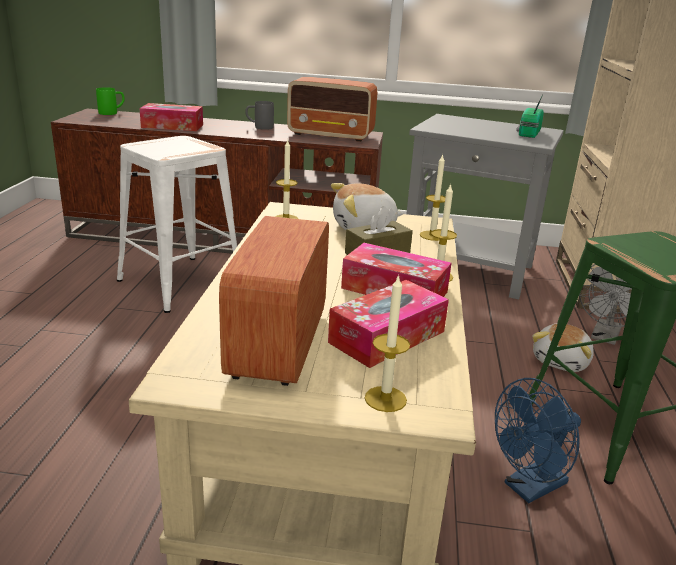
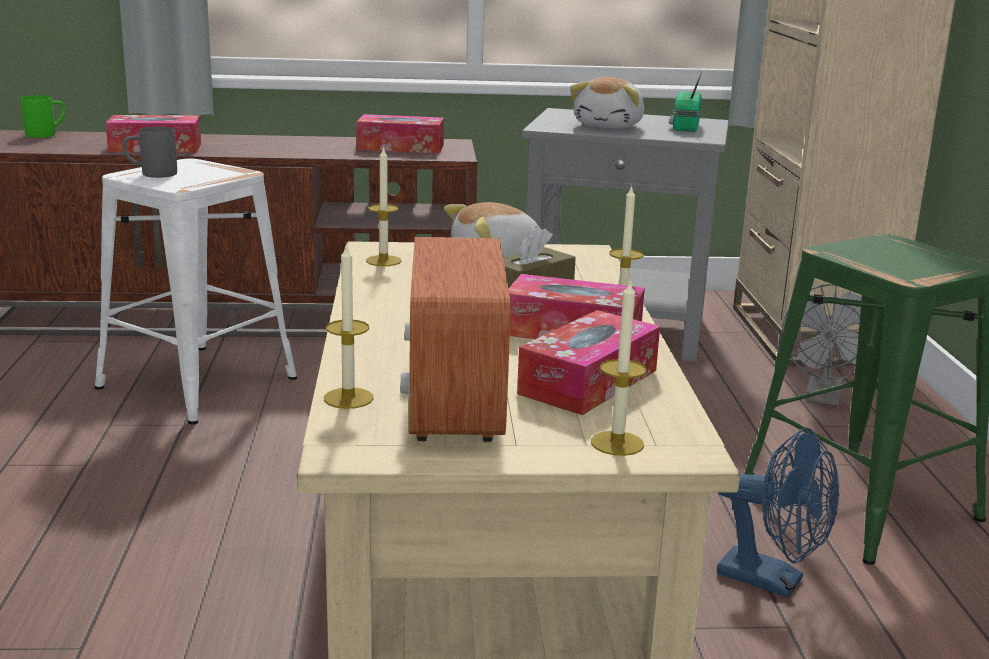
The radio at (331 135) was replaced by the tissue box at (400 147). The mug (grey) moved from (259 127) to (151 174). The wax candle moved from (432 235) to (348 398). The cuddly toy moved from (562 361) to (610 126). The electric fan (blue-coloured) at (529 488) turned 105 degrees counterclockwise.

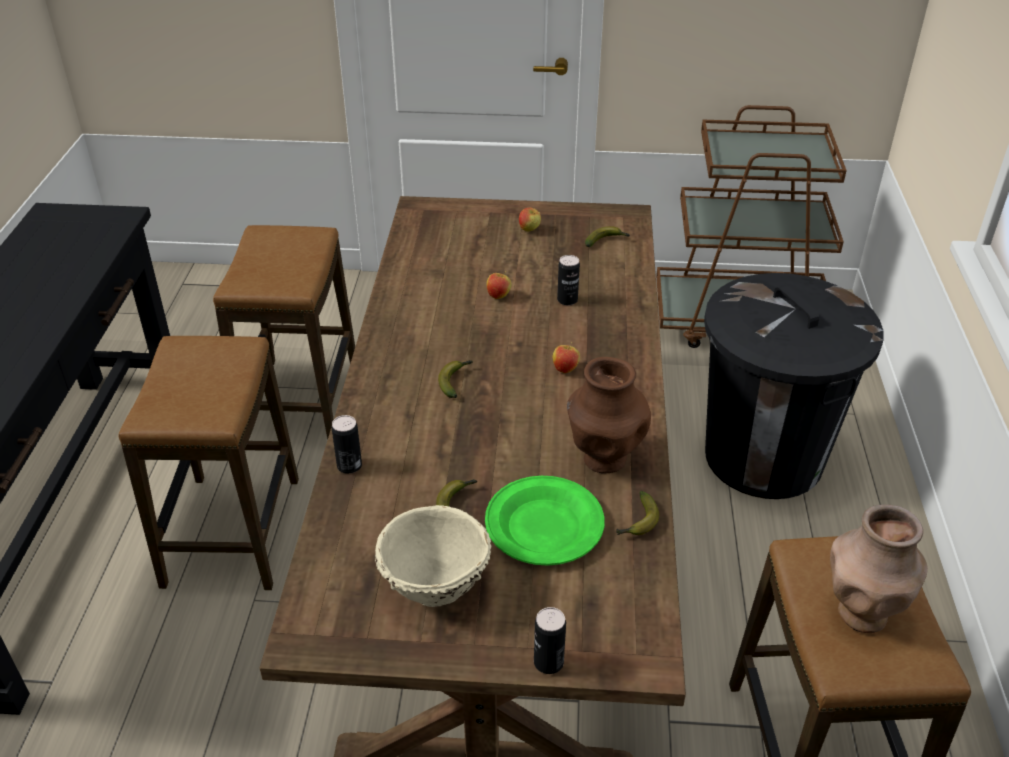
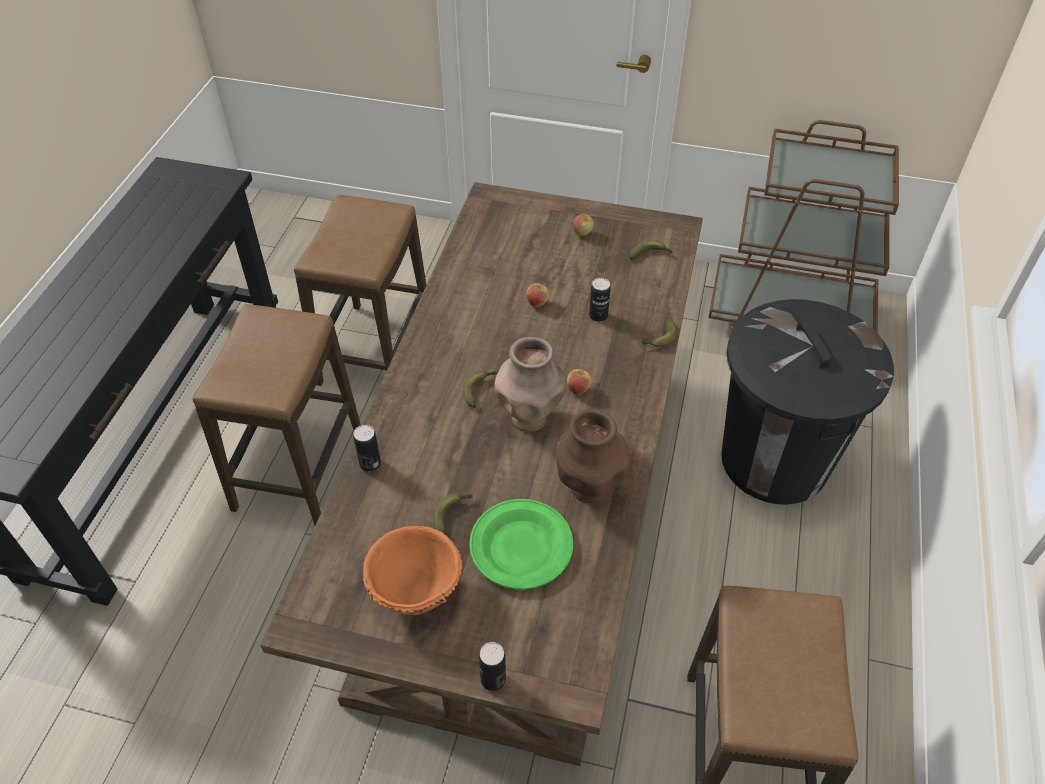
The whole banana moved from (637 522) to (660 338). The vase (brown) moved from (862 612) to (529 417). The serving bowl (beige) at (434 586) became the serving bowl (orangey) at (415 592).

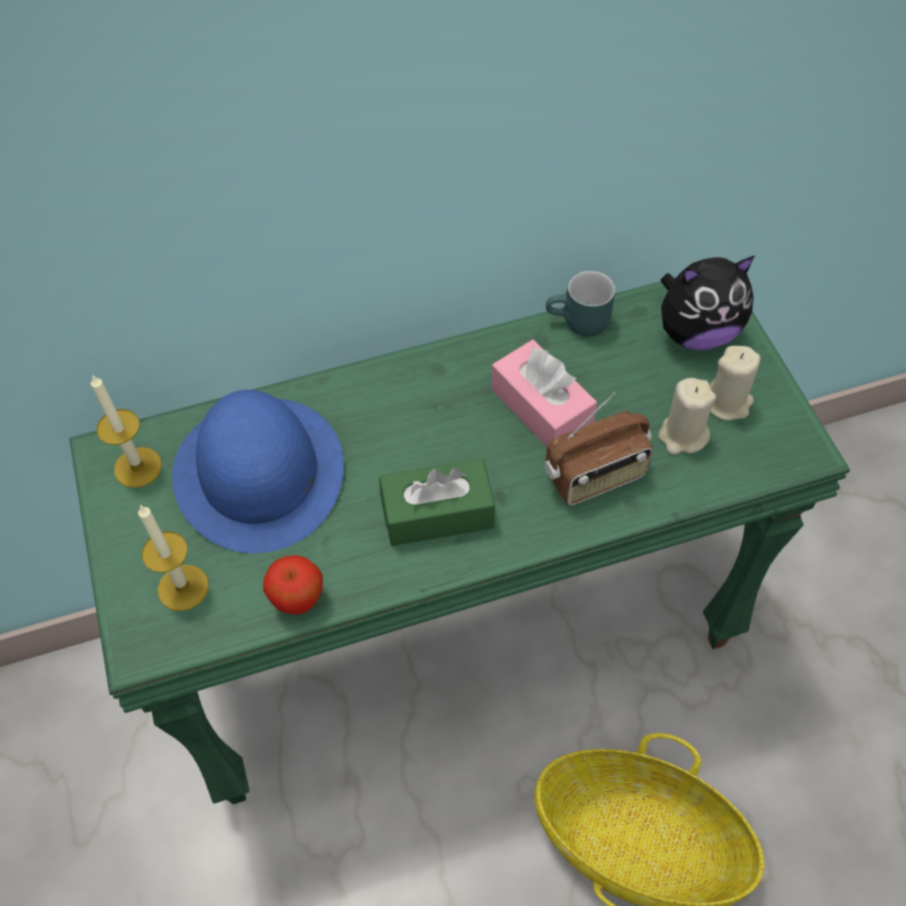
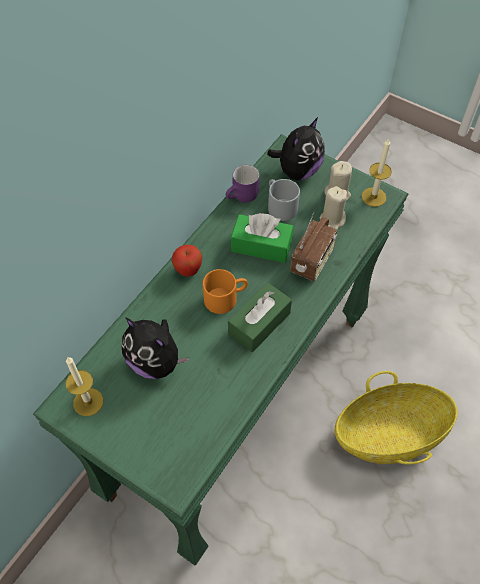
The mug (blue-green) at (579 324) became the mug (purple-coloured) at (243 197). The tissue box (pink) at (541 408) became the tissue box (green-coloured) at (261 246). The hat (blue-coloured) at (260 472) was replaced by the cuddly toy at (156 362). The wax candle moved from (183 587) to (373 197). The apple fruit moved from (298 600) to (188 271). The mug (grey) at (279 206) appeared. The mug (orangey) at (225 297) appeared.

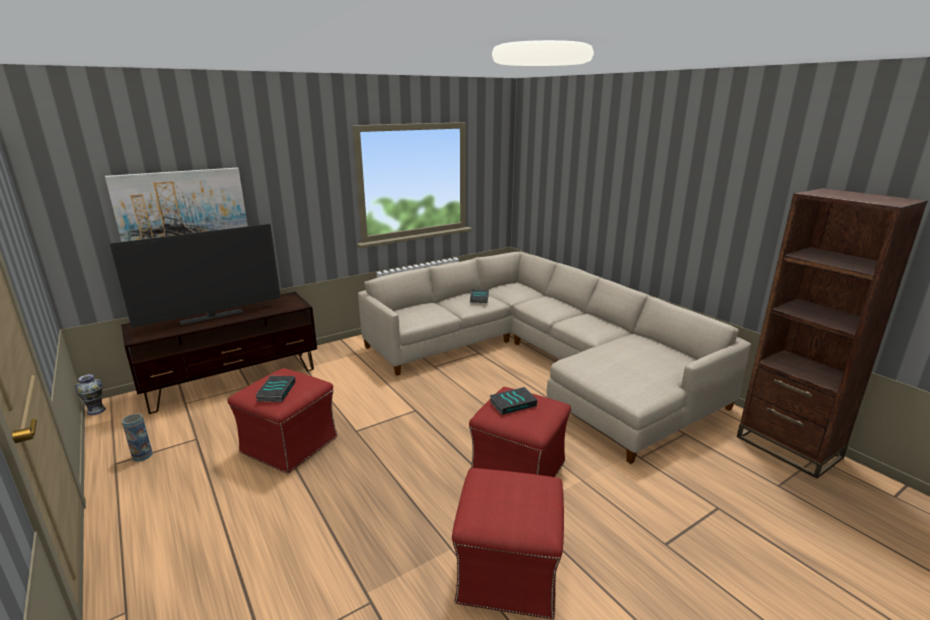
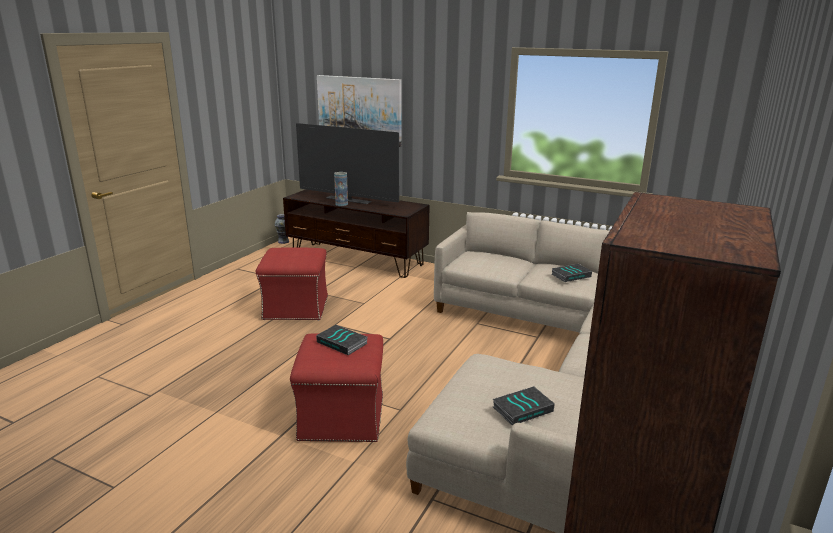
The bound book moved from (276 391) to (522 408). The vase moved from (142 455) to (341 204). The footrest (red) at (507 572) disappeared.

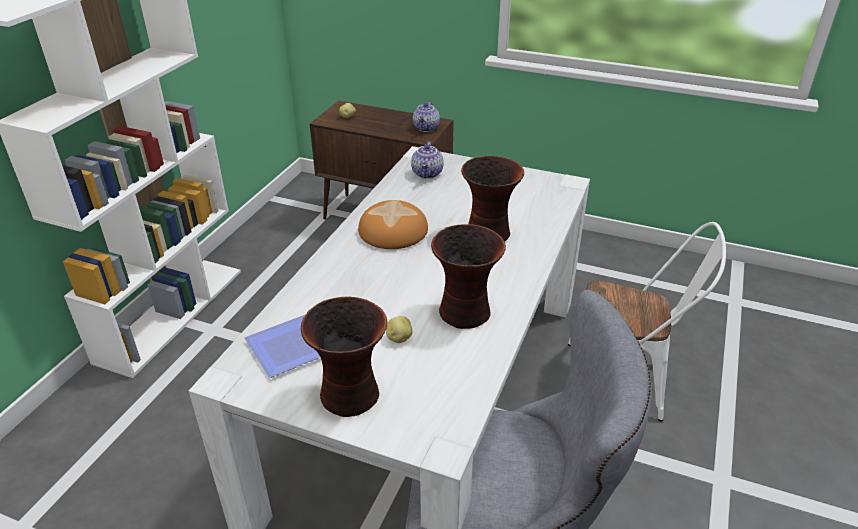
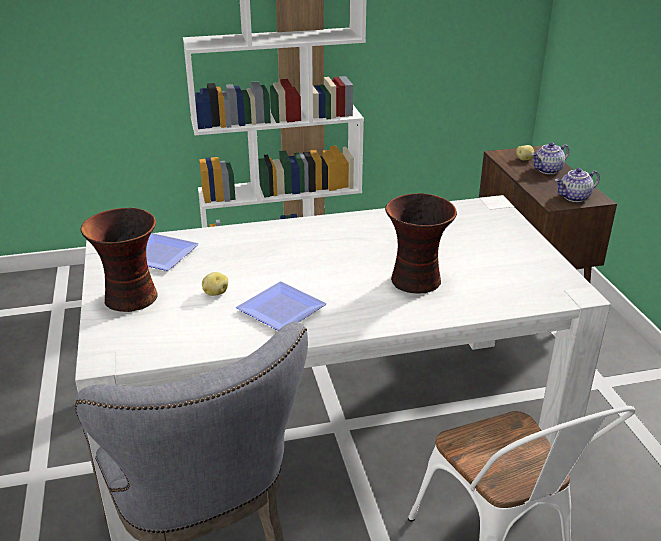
The pot for tea moved from (428 174) to (548 170). The baked bread at (393 231) disappeared. The vase at (466 313) was replaced by the flat dish at (281 311).

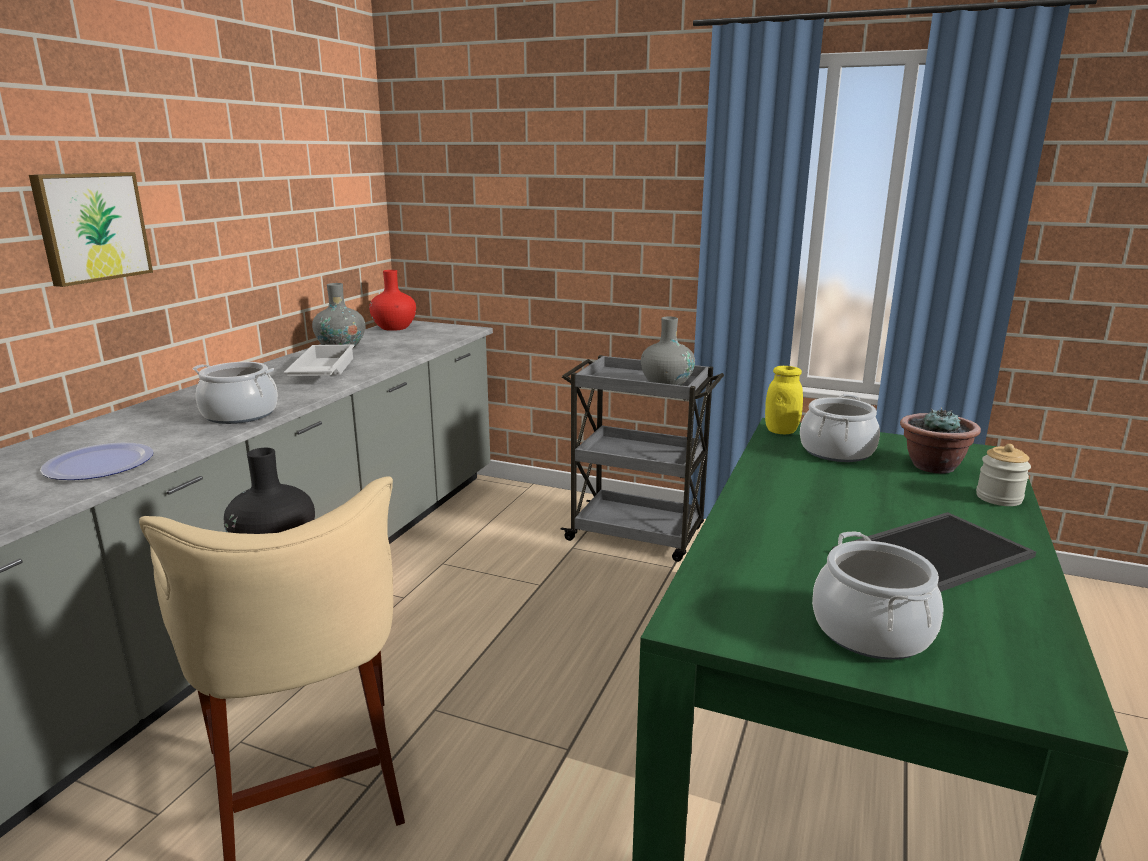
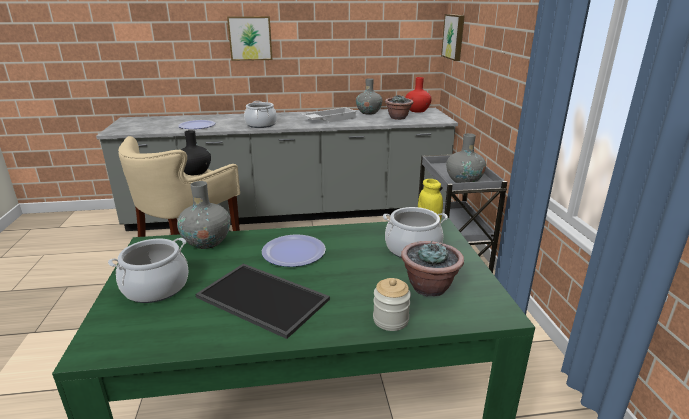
The picture at (454 37) appeared. The potted plant at (398 118) appeared. The vase (grey) at (207 242) appeared. The flat dish at (294 252) appeared.

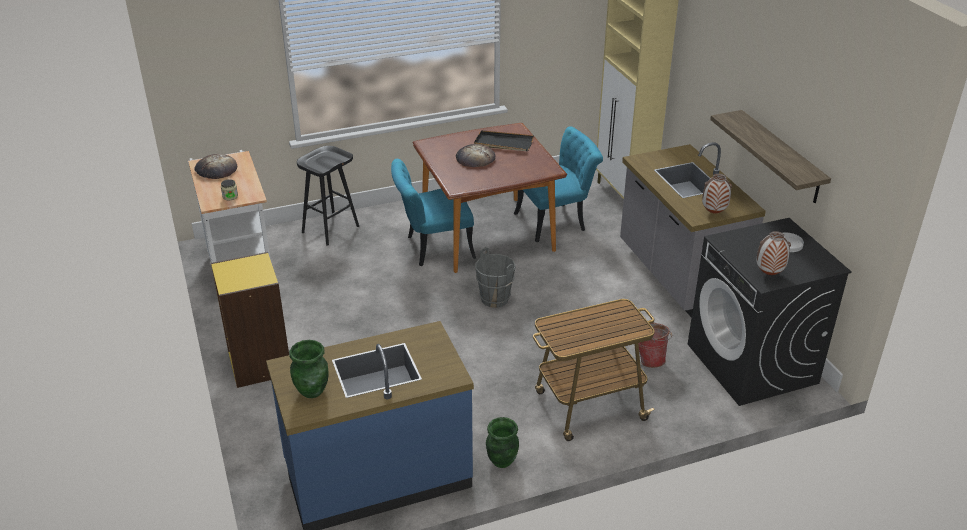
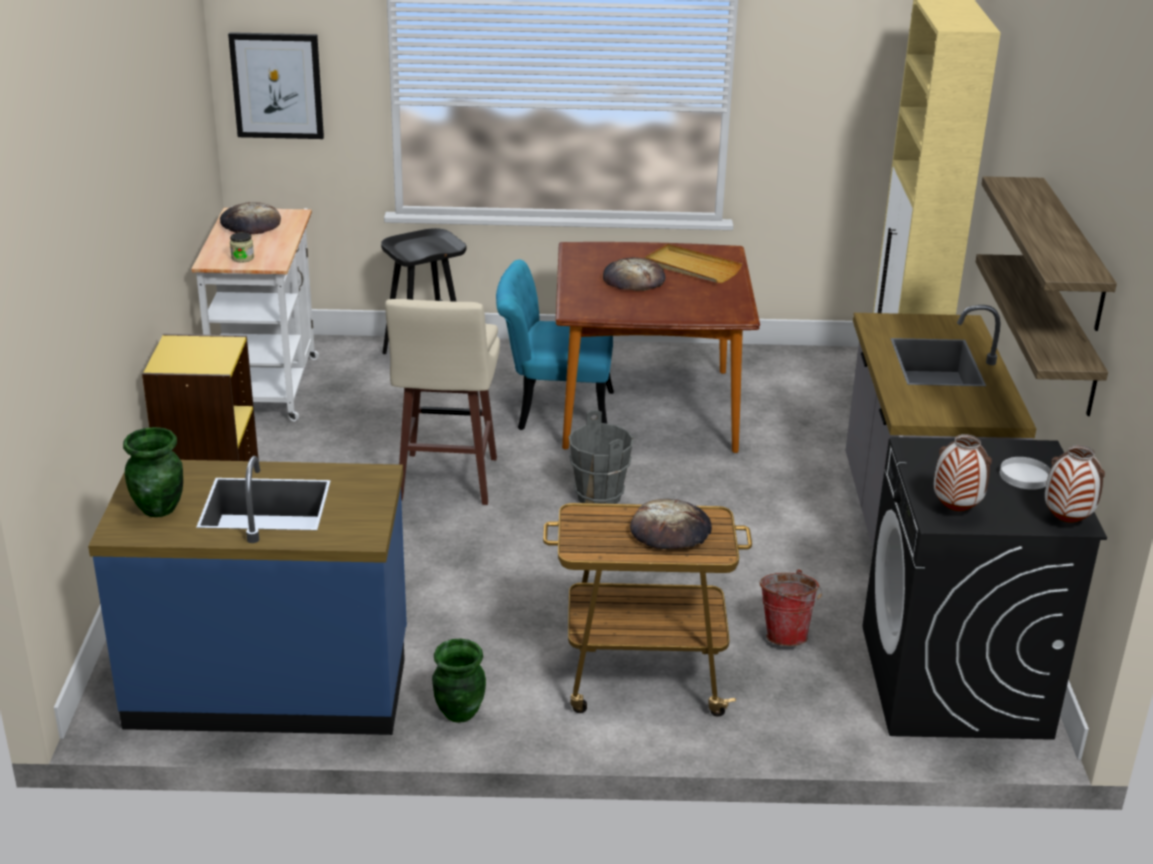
The chair (blue-green) at (557 221) disappeared. The tray (blackish) at (503 143) became the tray (beige) at (691 267). The vase moved from (714 213) to (1067 521). The picture at (277 85) appeared. The shelf at (1072 254) appeared. The stool (beige) at (446 481) appeared. The baked bread at (671 530) appeared.

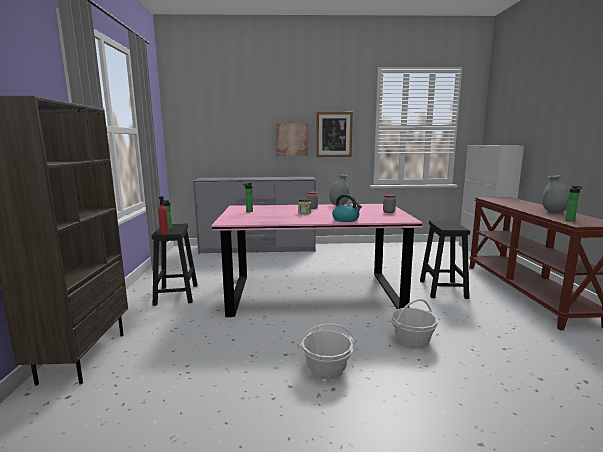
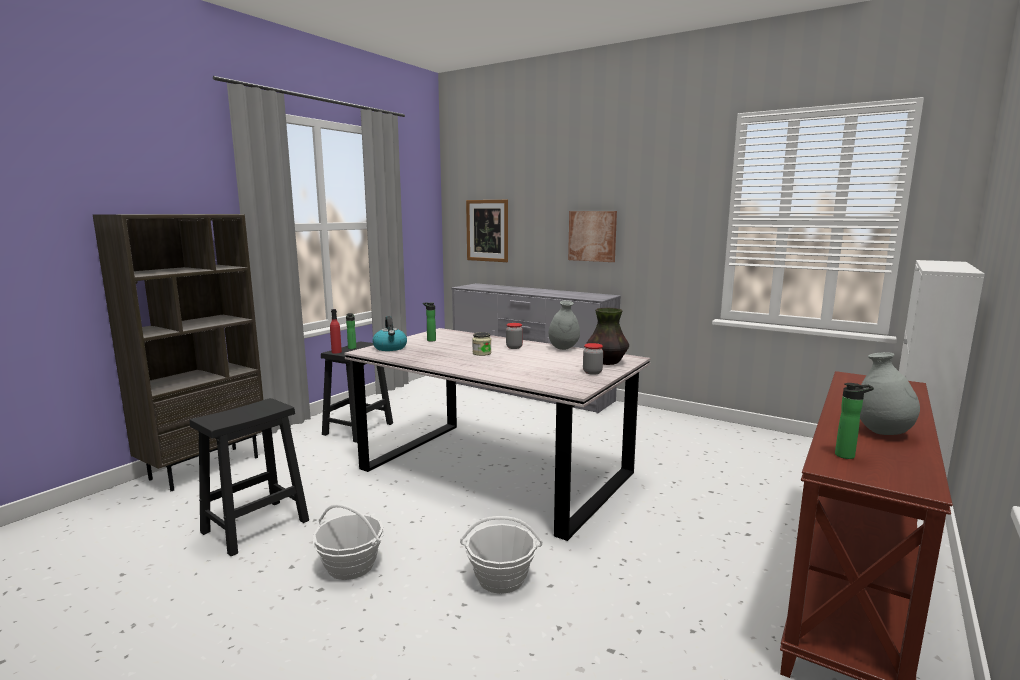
The picture moved from (334 134) to (487 230). The water kettle moved from (346 220) to (390 348). The kitchen table (pink) at (313 292) became the kitchen table (grey) at (496 470). The stool (blackish) moved from (443 289) to (254 527). The vase at (606 362) appeared.

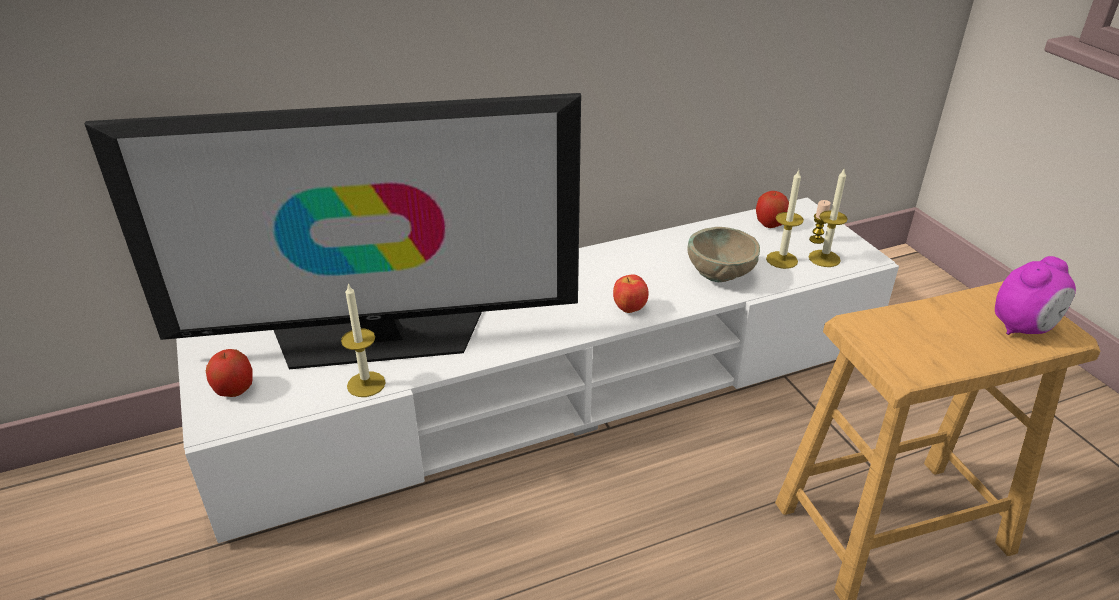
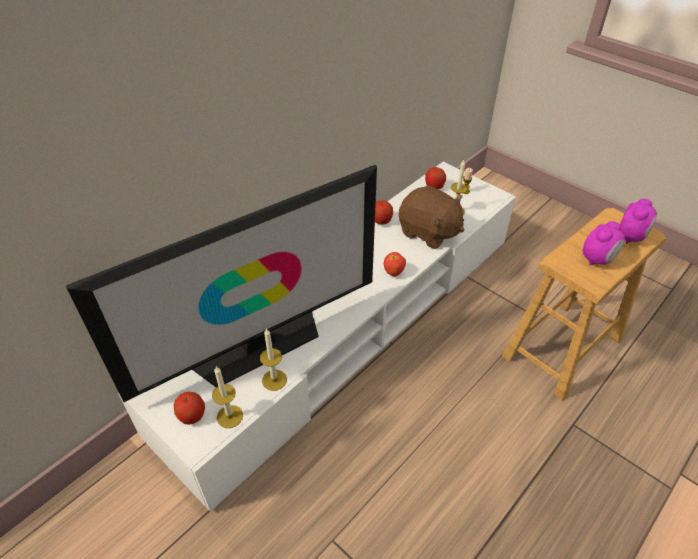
The wax candle moved from (824 258) to (229 416). The serving bowl (beige) at (720 275) was replaced by the cuddly toy (brown) at (429 232). The apple fruit at (381 221) appeared. The table clock at (597 259) appeared.

